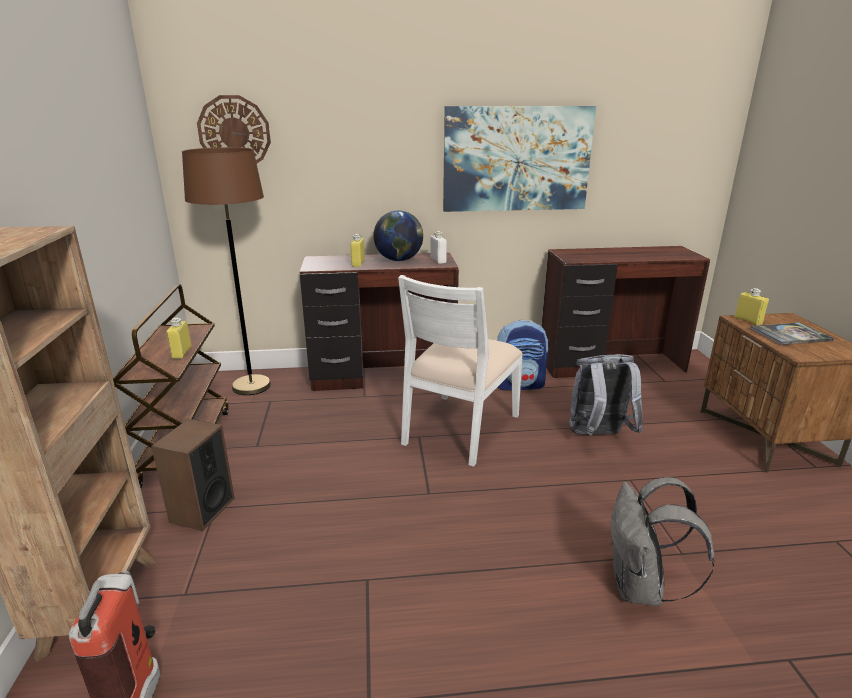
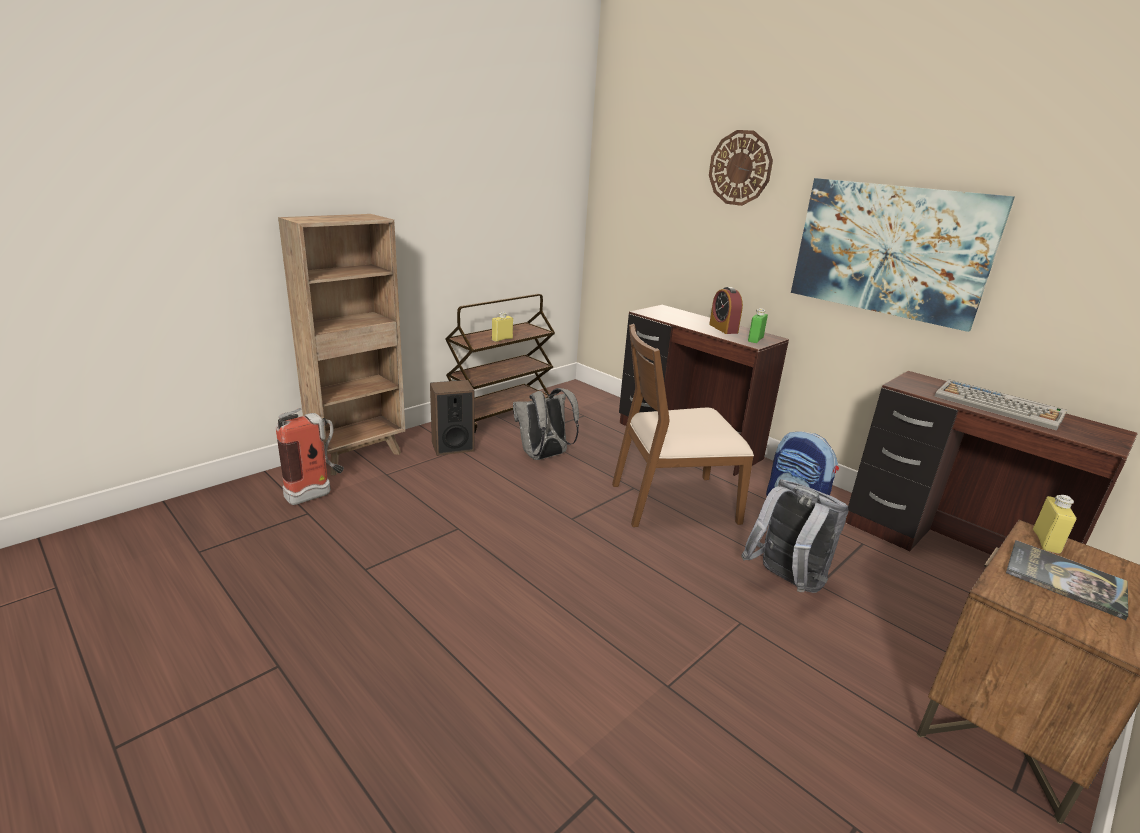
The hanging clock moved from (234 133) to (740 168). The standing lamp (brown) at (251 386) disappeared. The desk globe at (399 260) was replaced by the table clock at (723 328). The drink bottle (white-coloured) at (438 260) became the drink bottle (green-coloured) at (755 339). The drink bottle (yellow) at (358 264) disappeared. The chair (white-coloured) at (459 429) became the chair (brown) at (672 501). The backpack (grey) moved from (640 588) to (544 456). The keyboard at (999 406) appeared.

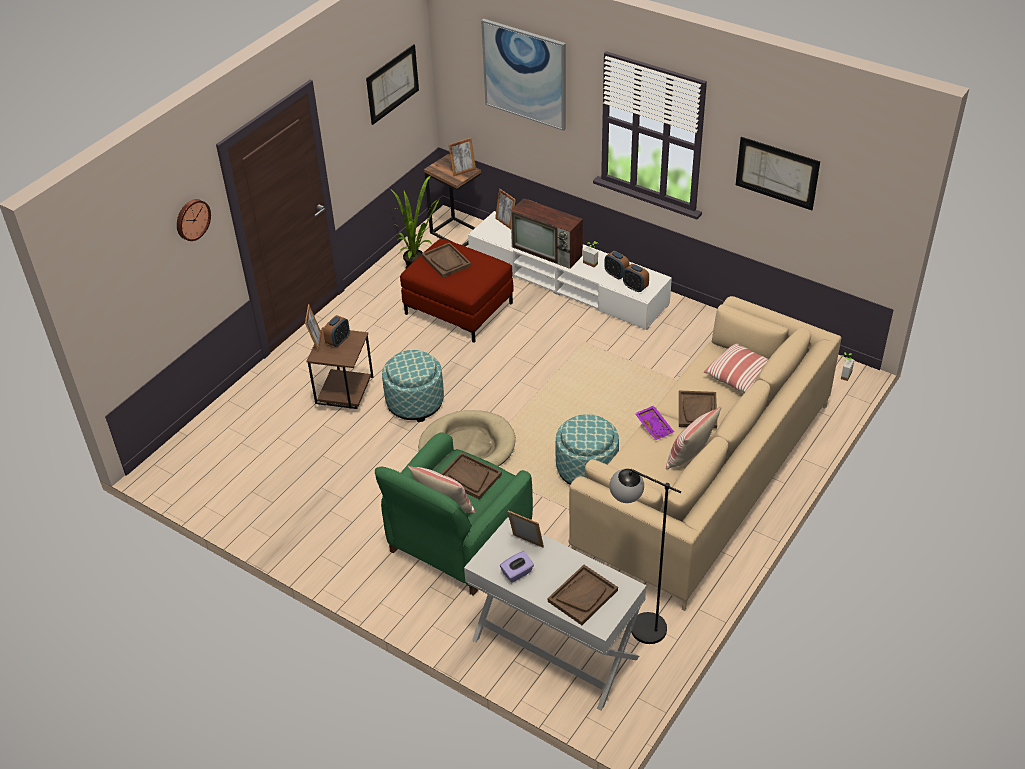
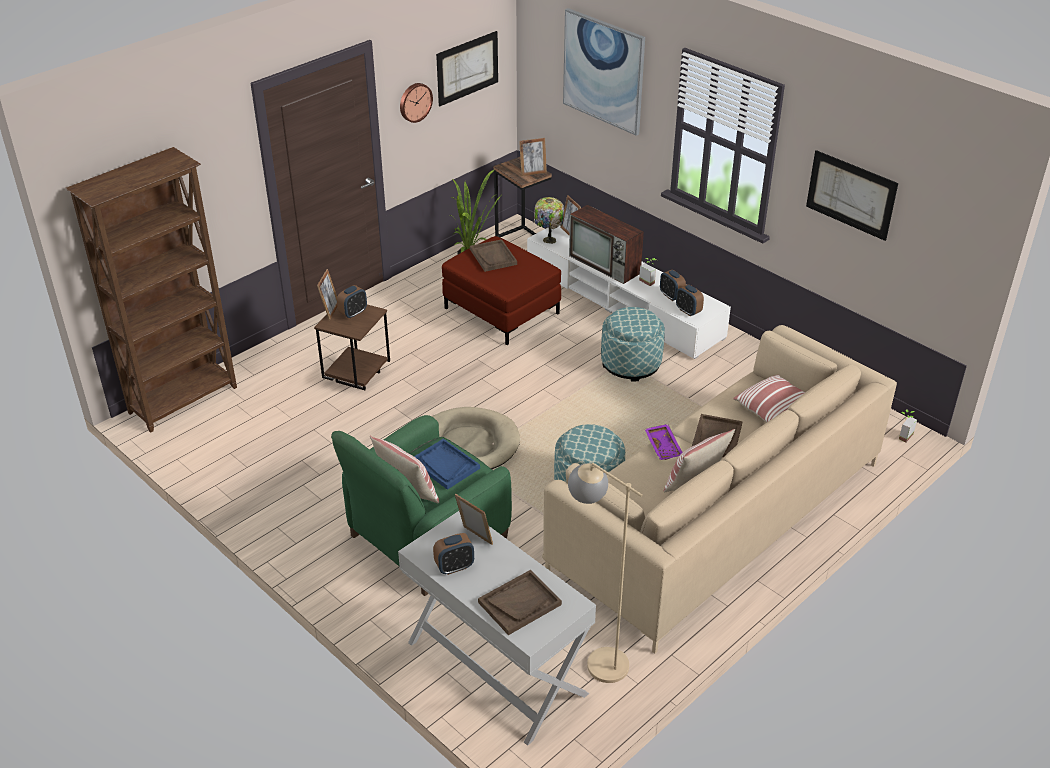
The hanging clock moved from (192 219) to (414 102). The footrest moved from (415 403) to (631 364). The tray (brown) at (470 477) became the tray (blue-coloured) at (445 465). The standing lamp (blackish) at (636 623) became the standing lamp (beige) at (596 657). The tissue box (purple-coloured) at (517 573) was replaced by the table clock at (454 567). The bookcase (brown) at (184 400) appeared. The lamp for a table at (548 240) appeared.

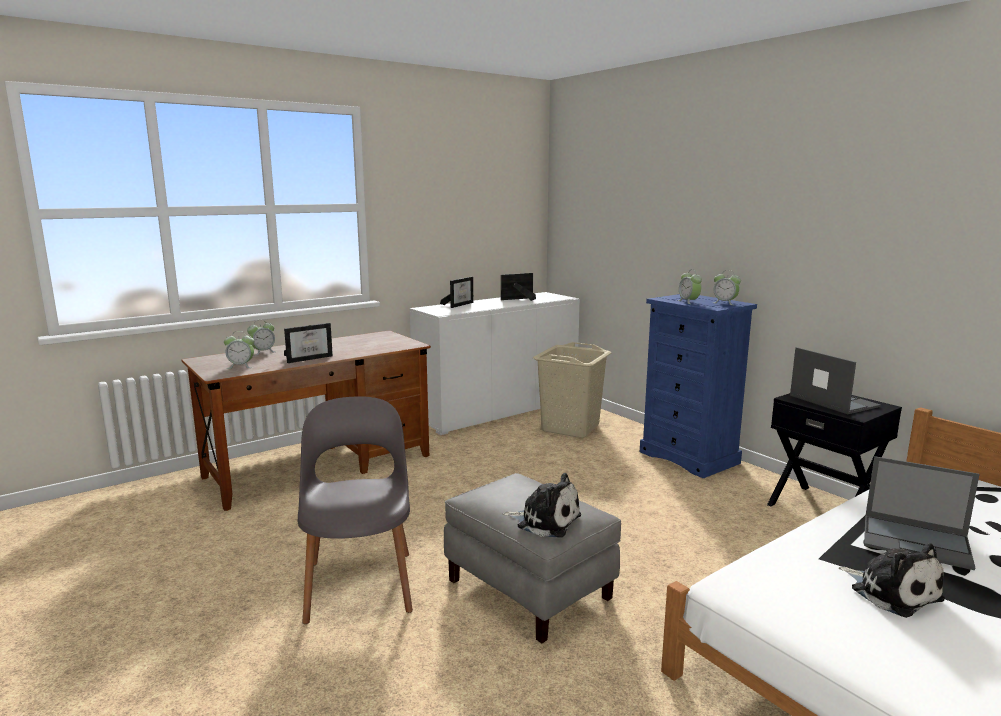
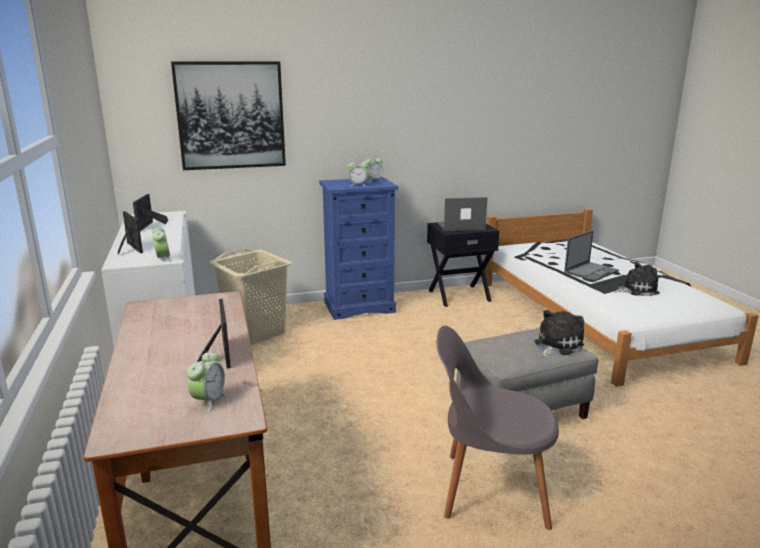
The table clock moved from (263 352) to (163 259). The picture at (231 115) appeared.

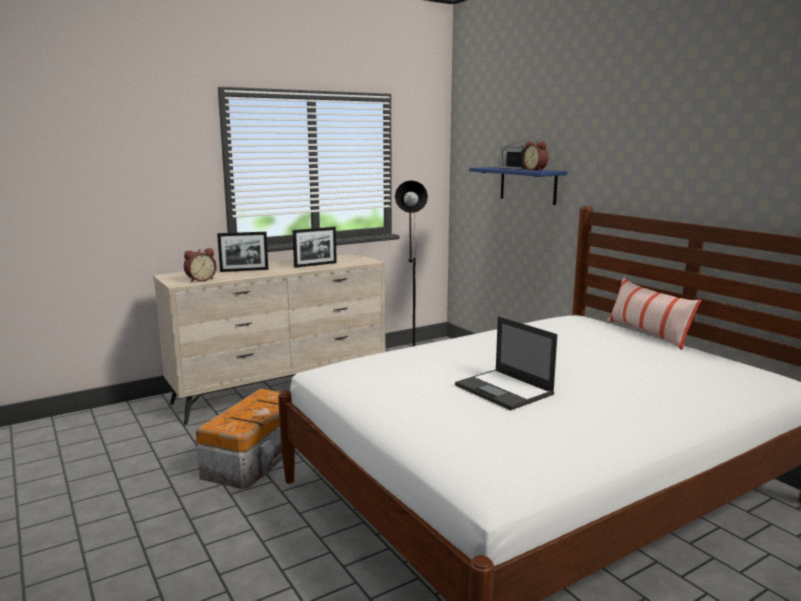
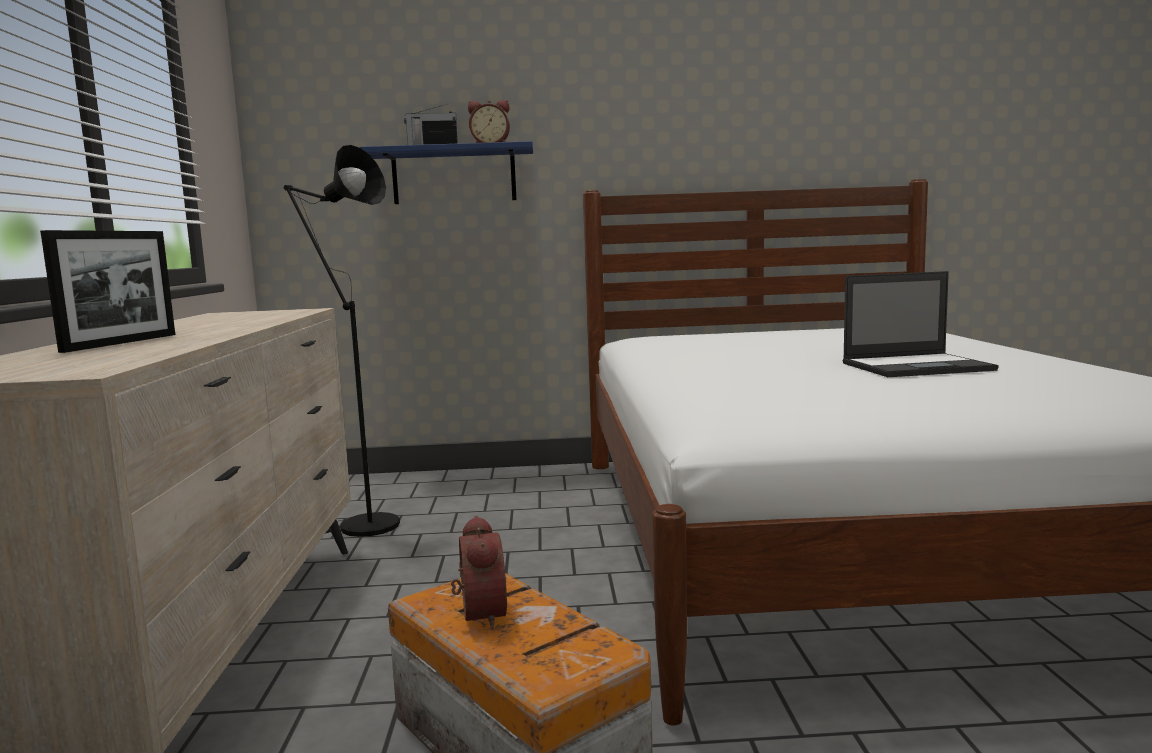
The photo frame at (315 265) disappeared. The table clock moved from (200 280) to (478 615). The cushion at (647 334) disappeared.

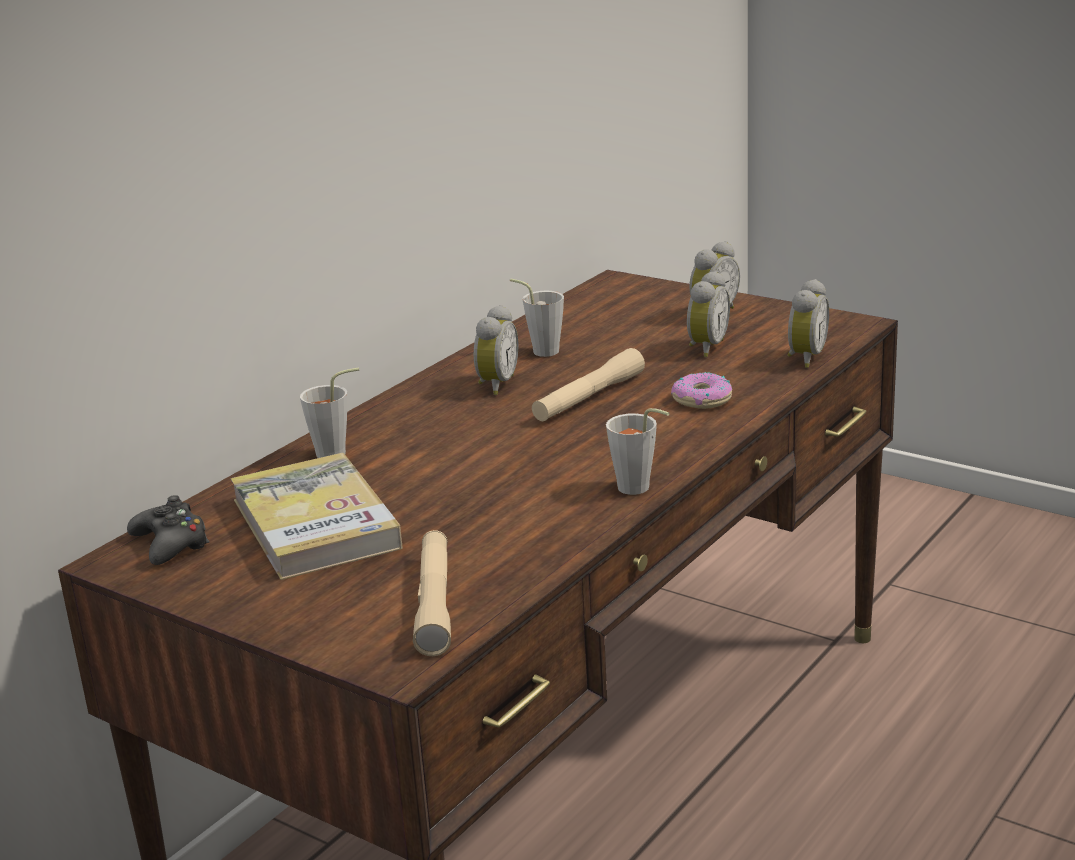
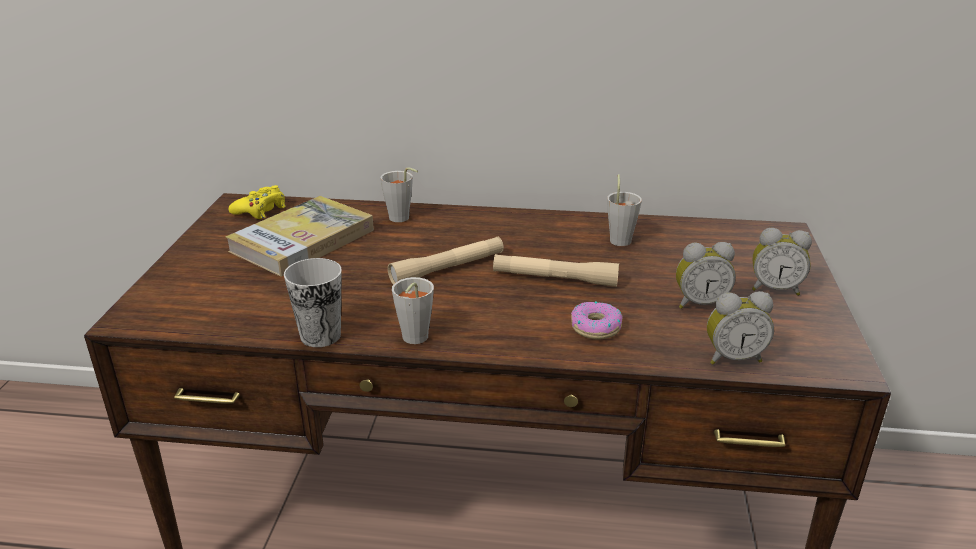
The table clock at (495 385) disappeared. The game controller (blackish) at (171 544) became the game controller (yellow) at (260 210). The torch (beige) moved from (434 603) to (448 269). The cup at (320 335) appeared.

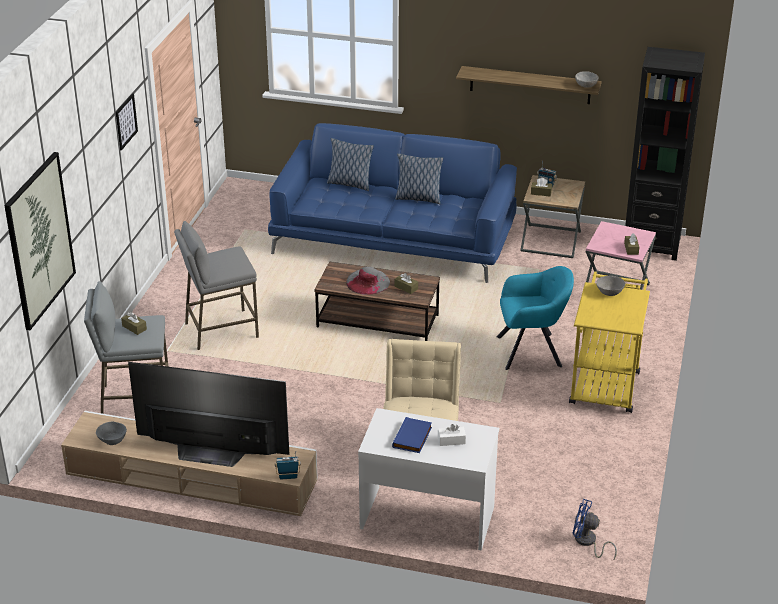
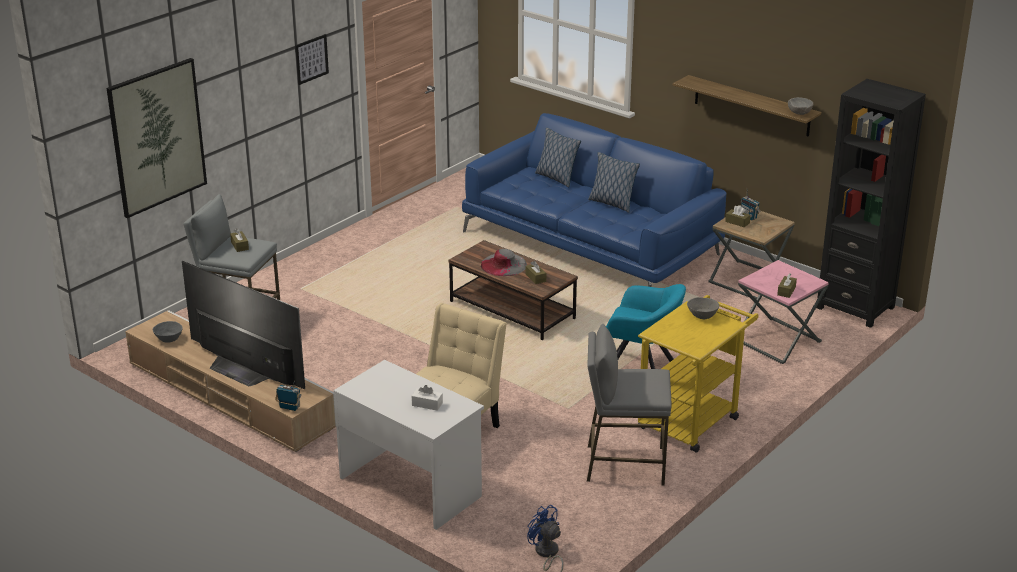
The stool (grey) moved from (221 330) to (624 465). The bound book (blue-coloured) at (413 438) disappeared.

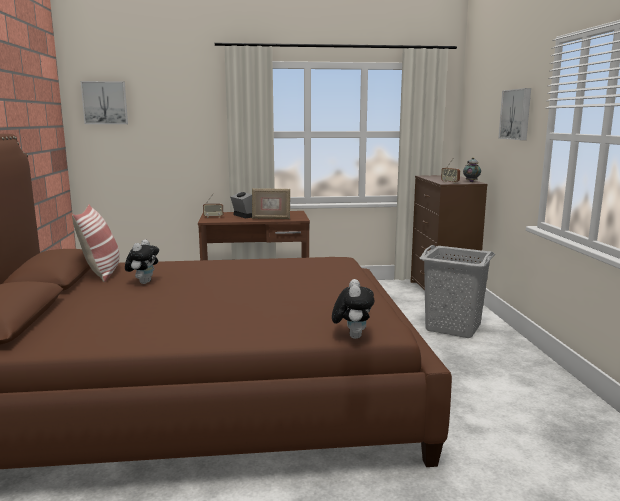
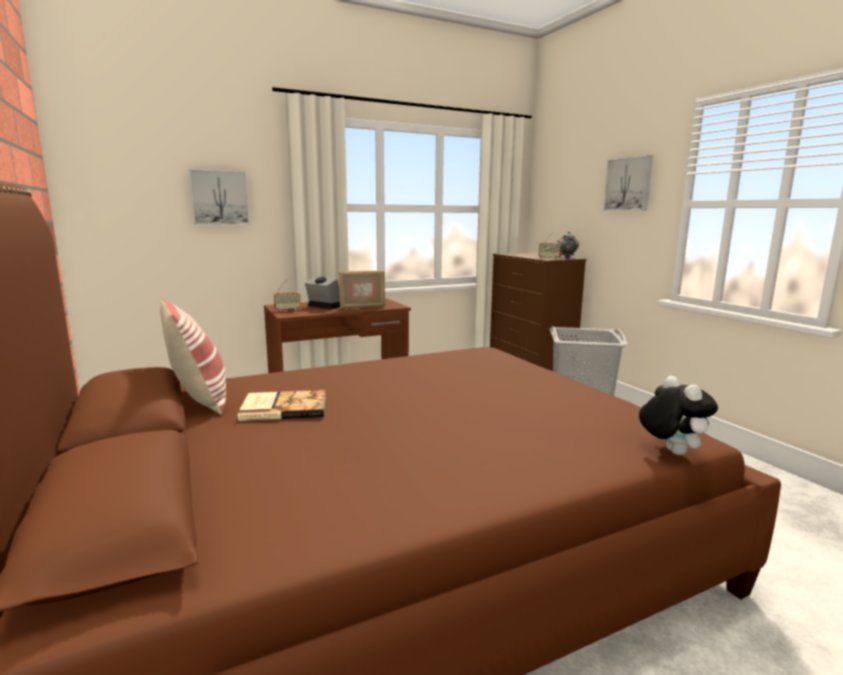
The picture moved from (105 103) to (219 198). The cuddly toy at (144 282) was replaced by the bound book at (284 408).

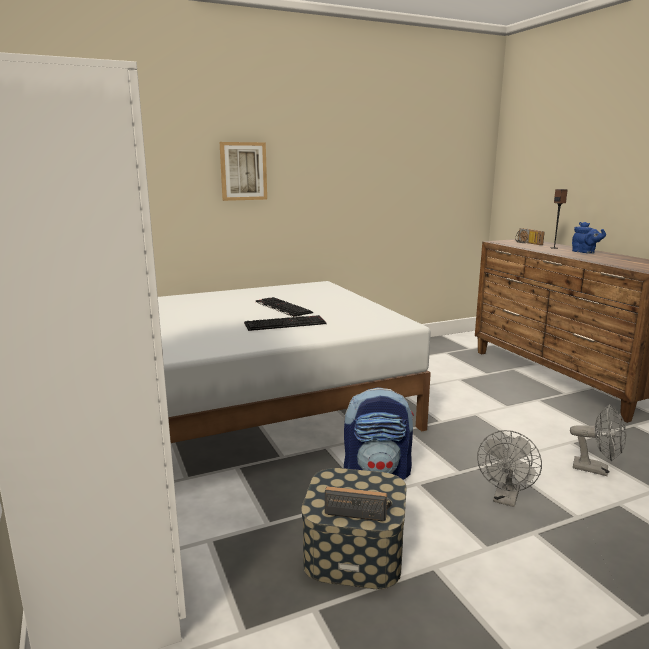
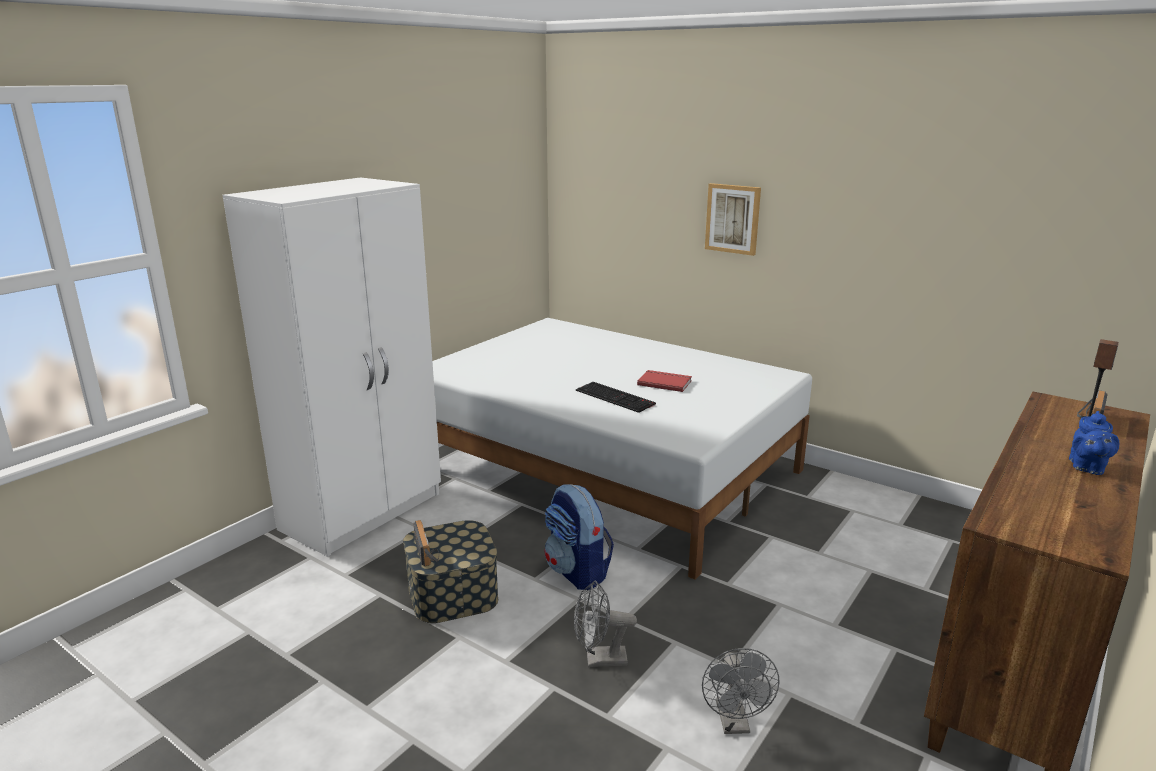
The keyboard at (282 307) was replaced by the bound book (red) at (664 382).

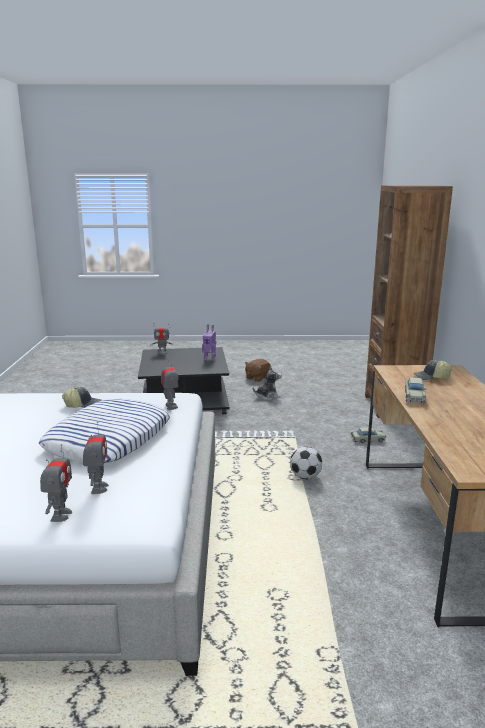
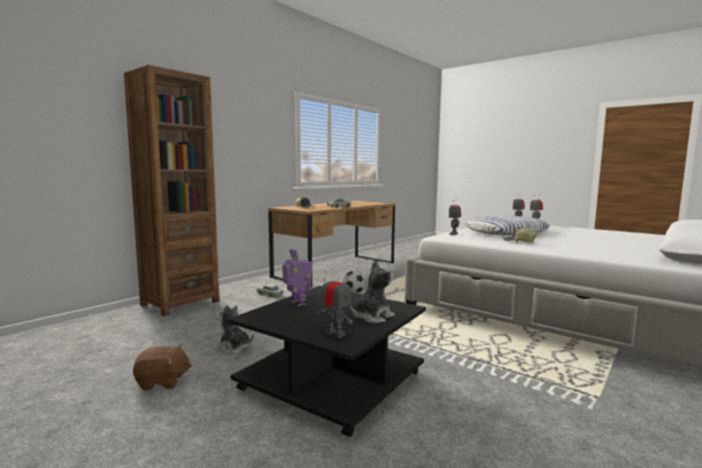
The cuddly toy at (371 317) appeared.

